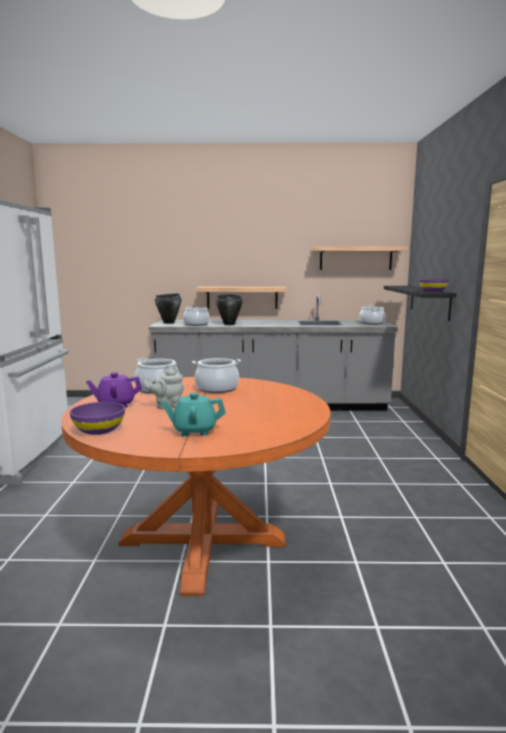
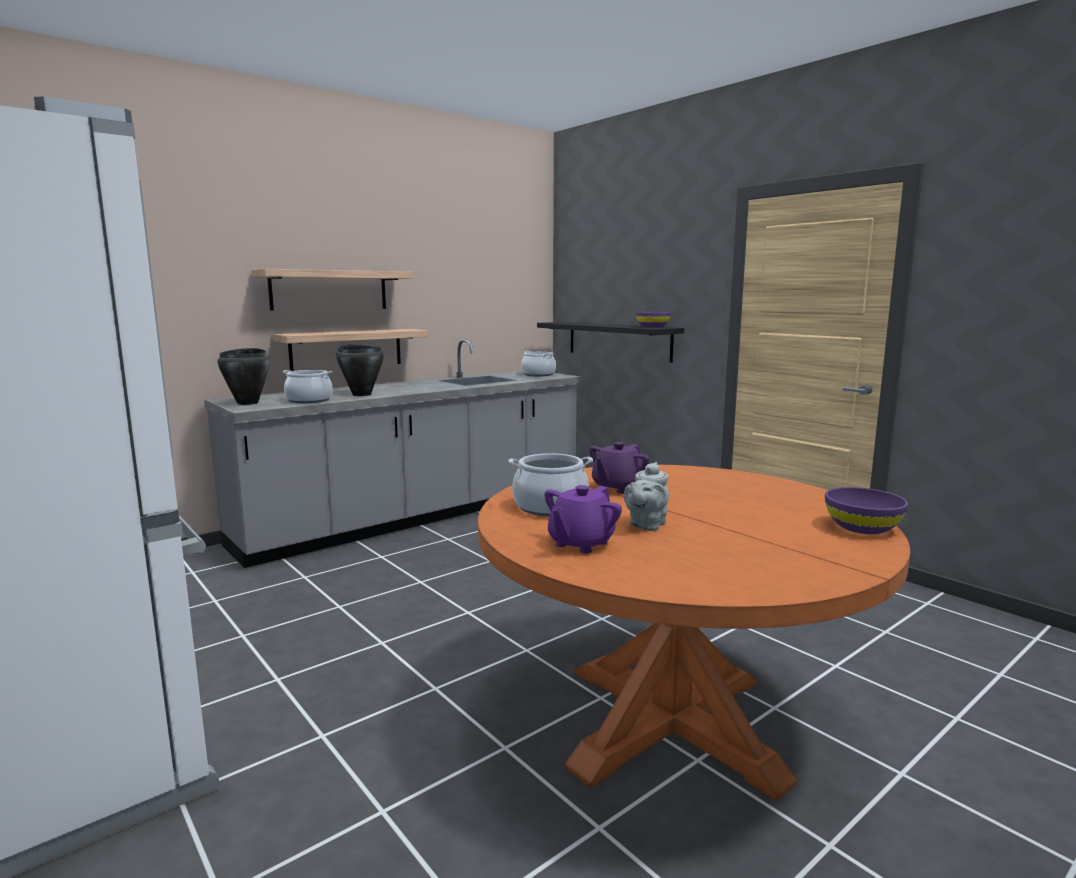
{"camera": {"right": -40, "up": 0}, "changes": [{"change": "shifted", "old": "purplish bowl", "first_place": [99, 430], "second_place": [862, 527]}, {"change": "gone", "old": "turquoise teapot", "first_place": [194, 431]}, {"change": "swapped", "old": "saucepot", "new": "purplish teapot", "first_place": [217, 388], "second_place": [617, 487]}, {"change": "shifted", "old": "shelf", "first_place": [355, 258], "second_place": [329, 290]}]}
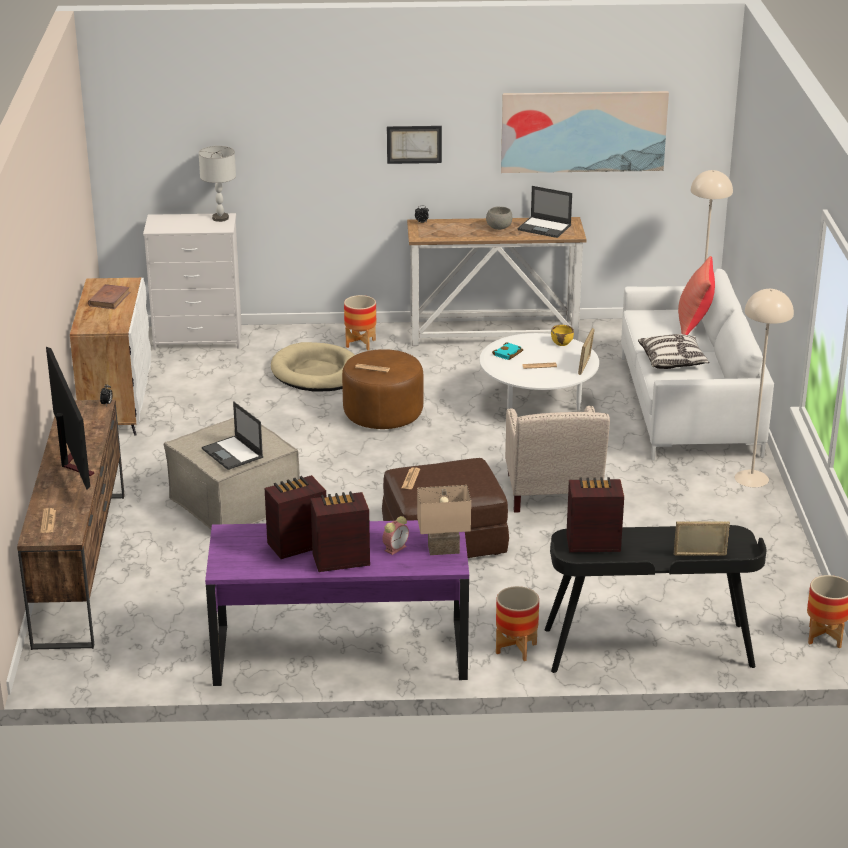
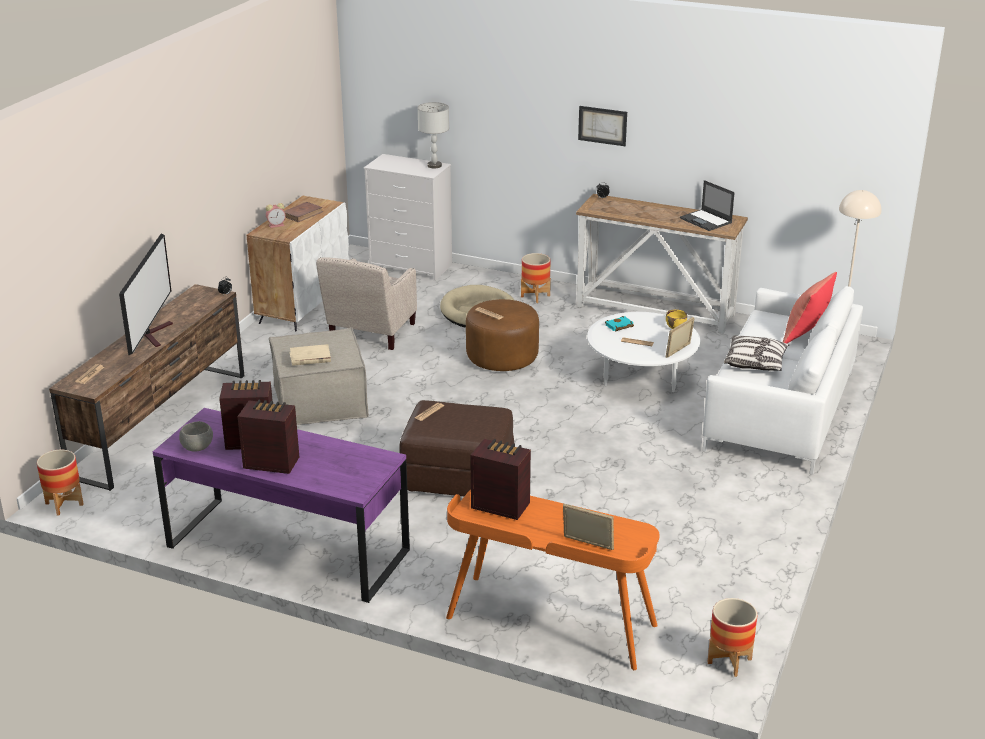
{"camera": {"right": 25, "up": 0}, "changes": [{"change": "swapped", "old": "portable computer", "new": "beige bound book", "first_place": [233, 453], "second_place": [310, 357]}, {"change": "shifted", "old": "bedside clock", "first_place": [396, 548], "second_place": [277, 225]}, {"change": "gone", "old": "beige table lamp", "first_place": [443, 550]}, {"change": "shifted", "old": "greyish bowl", "first_place": [498, 227], "second_place": [197, 447]}, {"change": "shifted", "old": "flower pot", "first_place": [516, 648], "second_place": [64, 504]}, {"change": "gone", "old": "wall picture", "first_place": [583, 131]}, {"change": "shifted", "old": "beige lounge chair", "first_place": [552, 495], "second_place": [369, 333]}, {"change": "repainted", "old": "black-coloured desk unit", "new": "orangey desk unit", "first_place": [648, 649], "second_place": [550, 622]}, {"change": "gone", "old": "beige standing lamp", "first_place": [752, 478]}]}
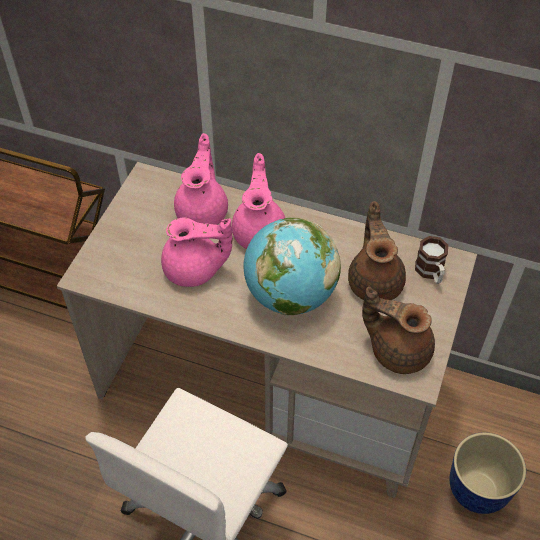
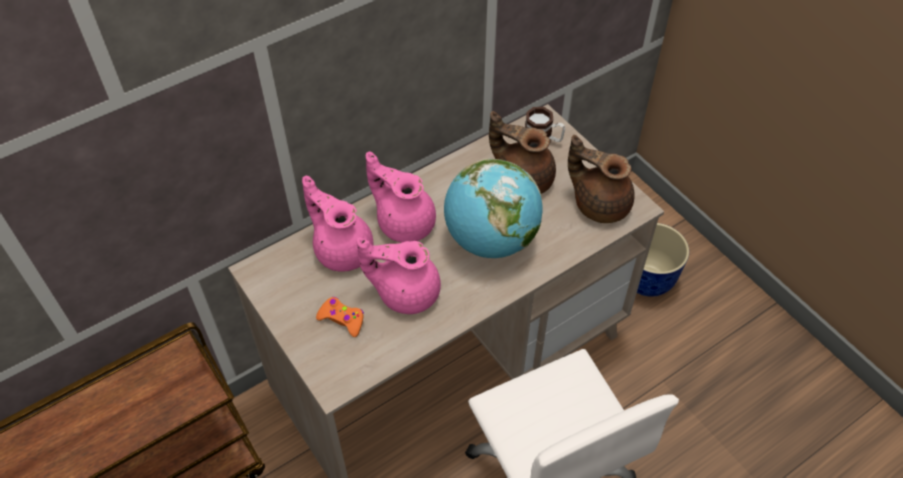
{"camera": {"right": -55, "up": 0}, "changes": [{"change": "rotated", "old": "pinkish teapot", "first_place": [195, 270], "second_place": [405, 292], "degrees": -120}, {"change": "rotated", "old": "brown teapot", "first_place": [397, 350], "second_place": [599, 203], "degrees": 60}, {"change": "new", "new": "orangey game controller", "second_place": [342, 319]}]}
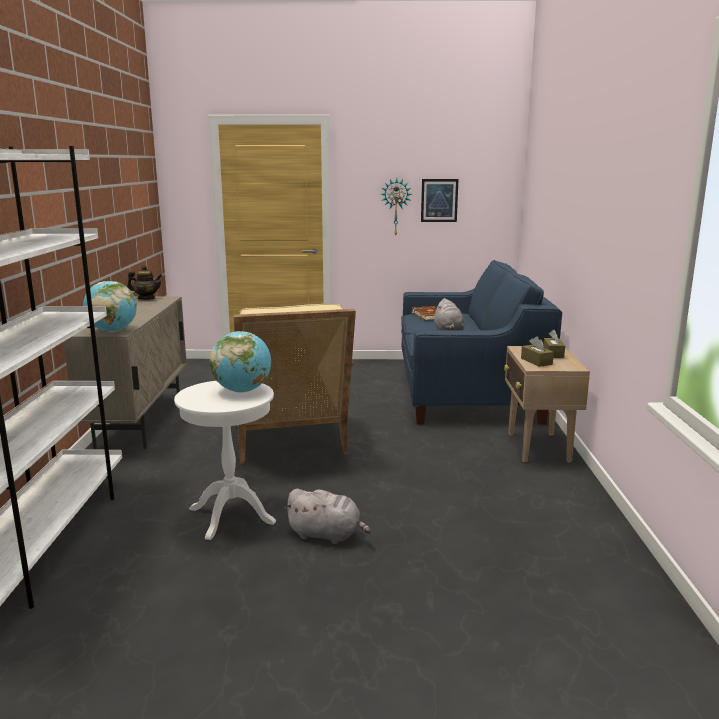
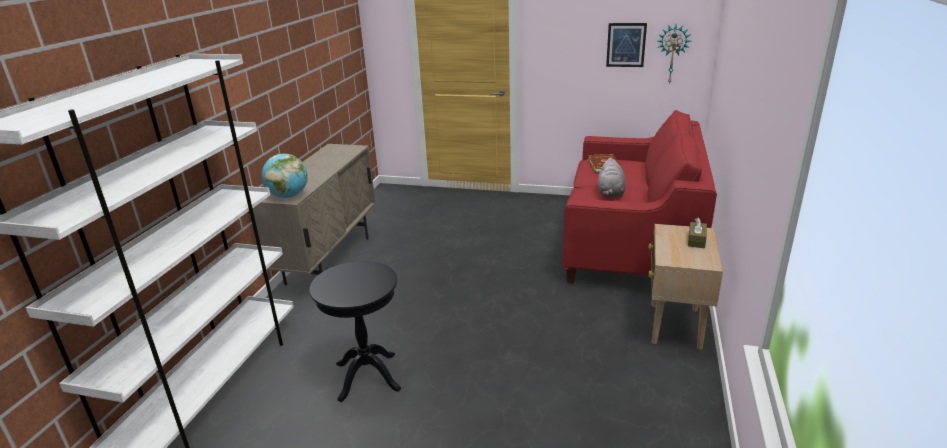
{"camera": {"right": 15, "up": 10}, "changes": [{"change": "gone", "old": "teapot", "first_place": [146, 299]}, {"change": "repainted", "old": "white end table", "new": "black-coloured end table", "first_place": [231, 515], "second_place": [367, 376]}, {"change": "gone", "old": "globe", "first_place": [242, 391]}, {"change": "gone", "old": "beige lounge chair", "first_place": [289, 441]}, {"change": "gone", "old": "greyish cuddly toy", "first_place": [327, 535]}, {"change": "shifted", "old": "clock on the wall", "first_place": [396, 207], "second_place": [672, 54]}, {"change": "repainted", "old": "bluish settee", "new": "red settee", "first_place": [466, 391], "second_place": [631, 243]}, {"change": "gone", "old": "brown tissue holder", "first_place": [536, 361]}]}
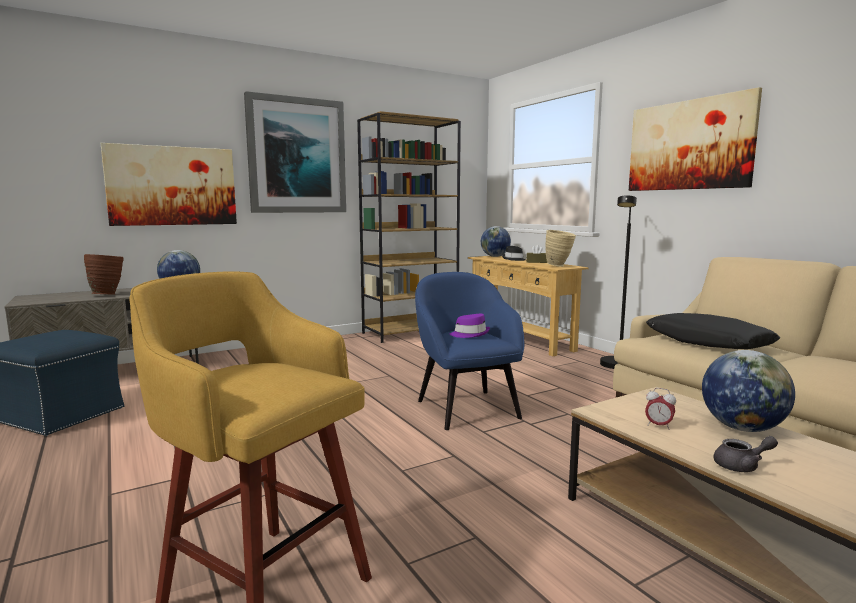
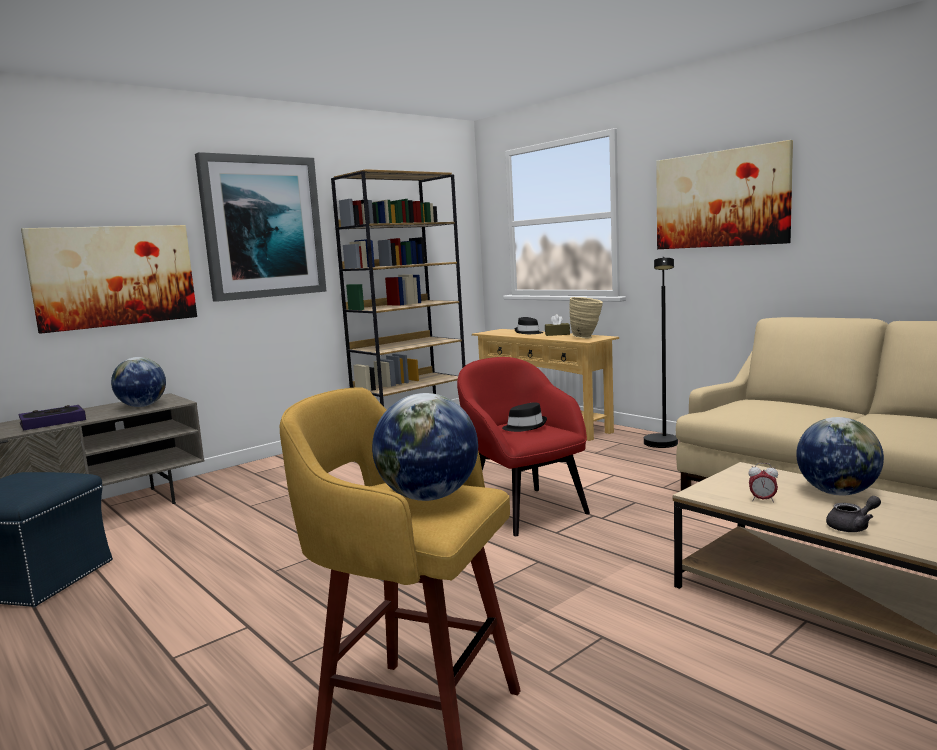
{"camera": {"right": -10, "up": 0}, "changes": [{"change": "swapped", "old": "brown flower vase", "new": "bound book", "first_place": [107, 294], "second_place": [53, 422]}, {"change": "repainted", "old": "bluish lounge chair", "new": "red lounge chair", "first_place": [466, 408], "second_place": [525, 509]}, {"change": "repainted", "old": "purplish hat", "new": "black-coloured hat", "first_place": [470, 334], "second_place": [525, 426]}, {"change": "shifted", "old": "globe", "first_place": [495, 256], "second_place": [428, 497]}, {"change": "gone", "old": "black-coloured pillow", "first_place": [708, 343]}]}
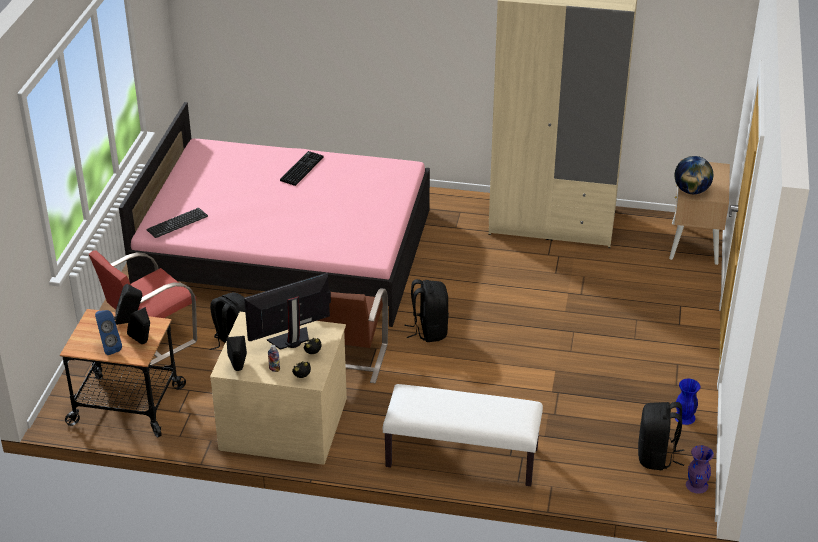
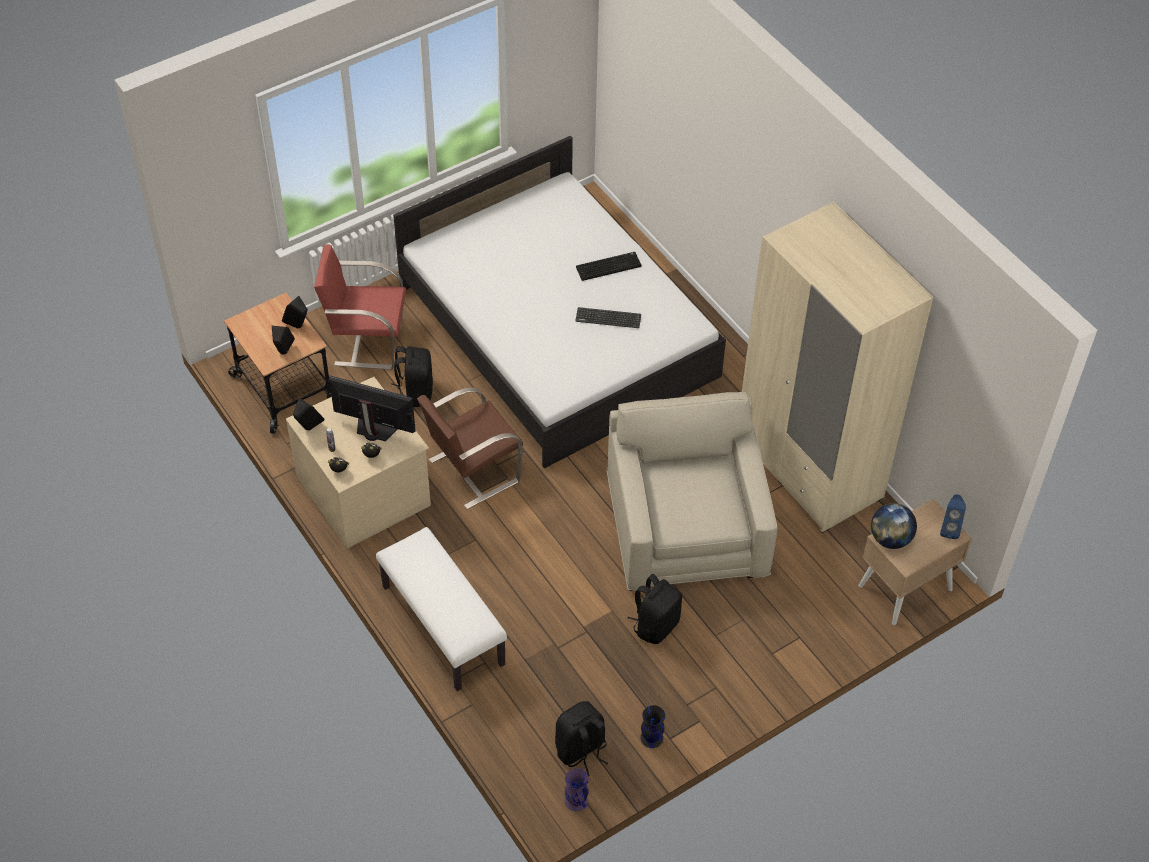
{"camera": {"right": 45, "up": 15}, "changes": [{"change": "shifted", "old": "bluish speaker", "first_place": [108, 348], "second_place": [949, 528]}, {"change": "repainted", "old": "pinkish bed", "new": "white bed", "first_place": [285, 251], "second_place": [557, 332]}, {"change": "shifted", "old": "keyboard", "first_place": [177, 223], "second_place": [608, 318]}, {"change": "shifted", "old": "black-coloured backpack", "first_place": [429, 330], "second_place": [655, 625]}, {"change": "repainted", "old": "bluish flower vase", "new": "black-coloured flower vase", "first_place": [684, 417], "second_place": [651, 738]}, {"change": "new", "new": "beige lounge chair", "second_place": [686, 525]}]}
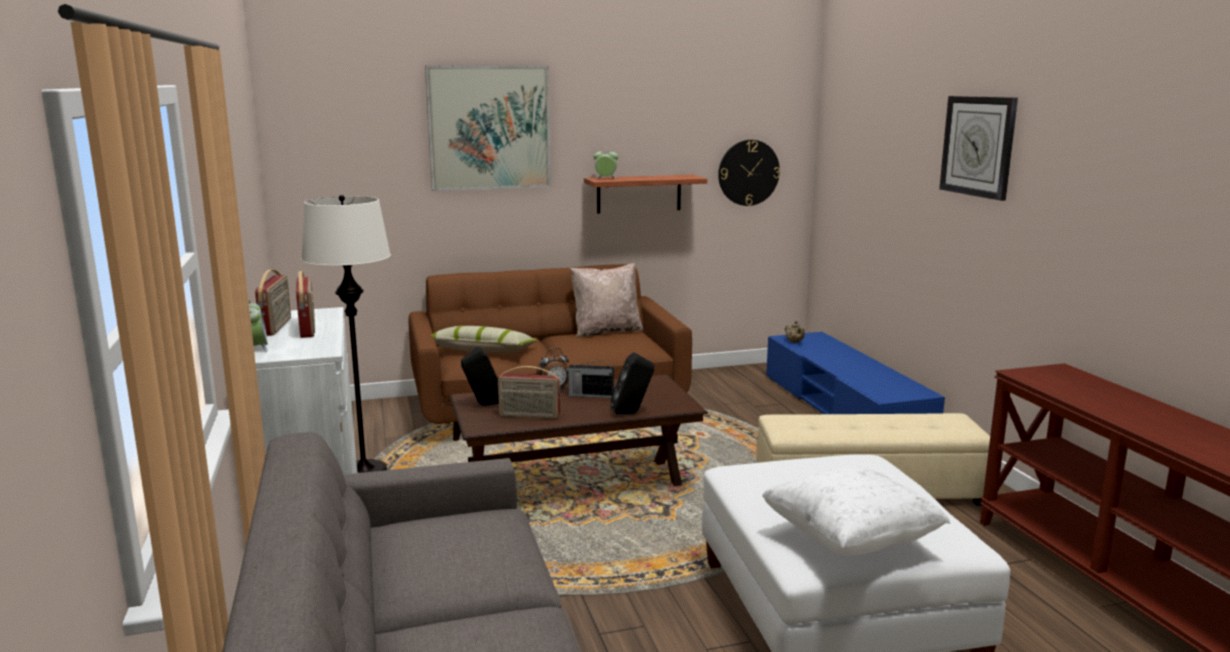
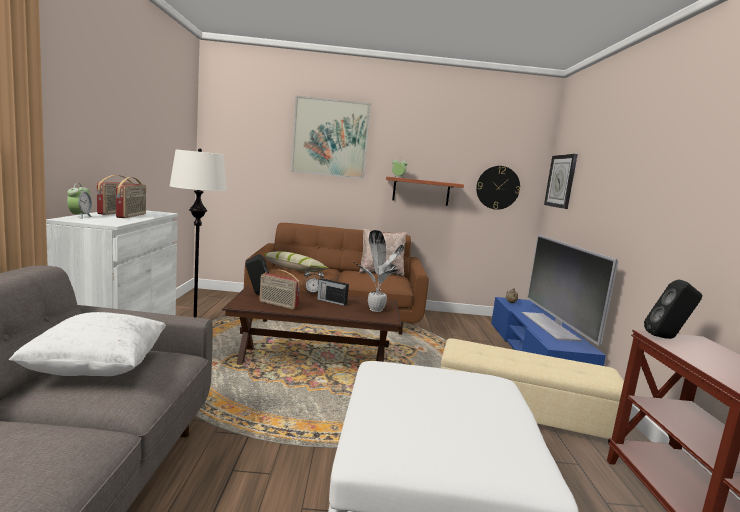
{"camera": {"right": 15, "up": -5}, "changes": [{"change": "shifted", "old": "black-coloured speaker", "first_place": [632, 413], "second_place": [667, 338]}, {"change": "shifted", "old": "white pillow", "first_place": [849, 541], "second_place": [97, 370]}, {"change": "shifted", "old": "clock on the wall", "first_place": [978, 146], "second_place": [561, 181]}, {"change": "new", "new": "plant in a pot", "second_place": [375, 310]}, {"change": "new", "new": "television", "second_place": [550, 326]}]}
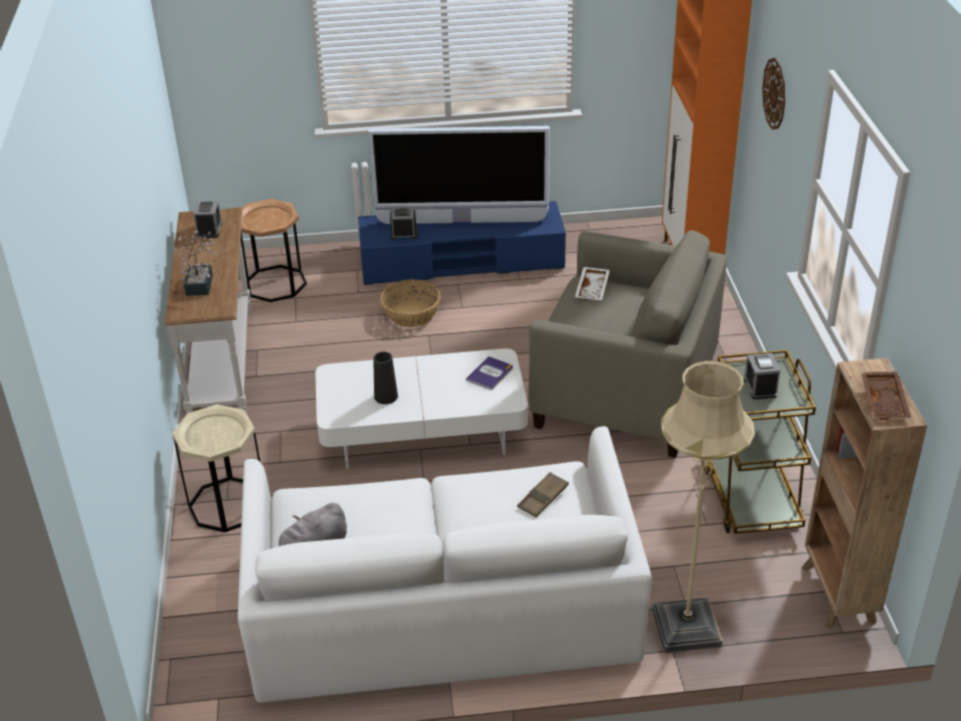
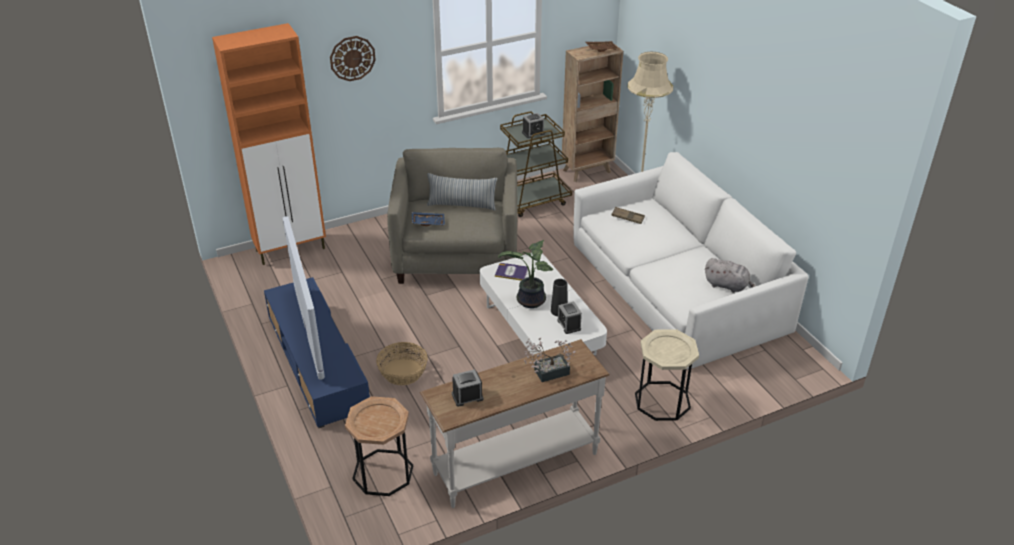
{"camera": {"right": -110, "up": 0}, "changes": [{"change": "shifted", "old": "bedside clock", "first_place": [404, 233], "second_place": [569, 325]}, {"change": "repainted", "old": "white serving tray", "new": "bluish serving tray", "first_place": [593, 289], "second_place": [428, 222]}, {"change": "new", "new": "pillow", "second_place": [462, 205]}, {"change": "new", "new": "plant in a pot", "second_place": [530, 301]}]}
